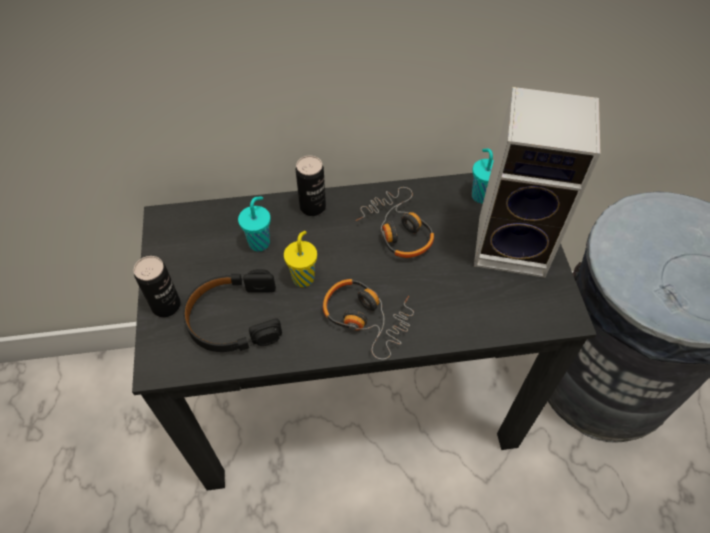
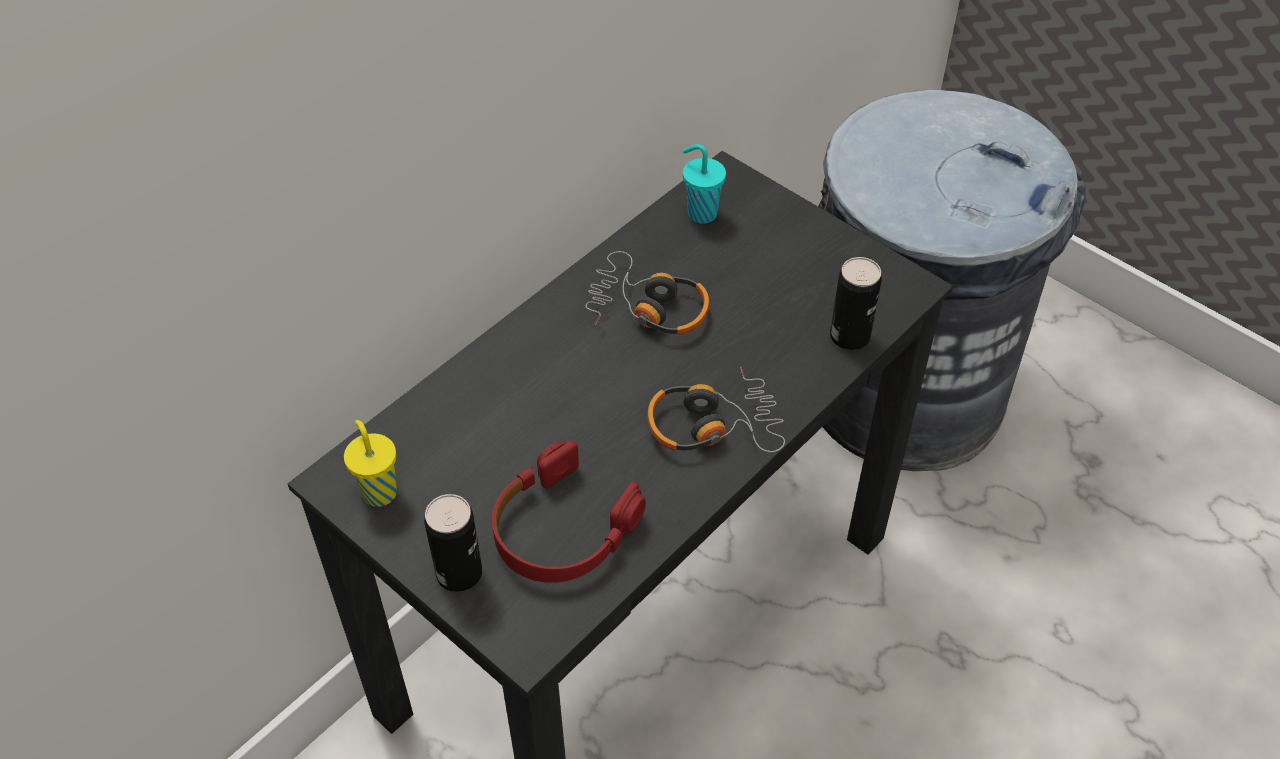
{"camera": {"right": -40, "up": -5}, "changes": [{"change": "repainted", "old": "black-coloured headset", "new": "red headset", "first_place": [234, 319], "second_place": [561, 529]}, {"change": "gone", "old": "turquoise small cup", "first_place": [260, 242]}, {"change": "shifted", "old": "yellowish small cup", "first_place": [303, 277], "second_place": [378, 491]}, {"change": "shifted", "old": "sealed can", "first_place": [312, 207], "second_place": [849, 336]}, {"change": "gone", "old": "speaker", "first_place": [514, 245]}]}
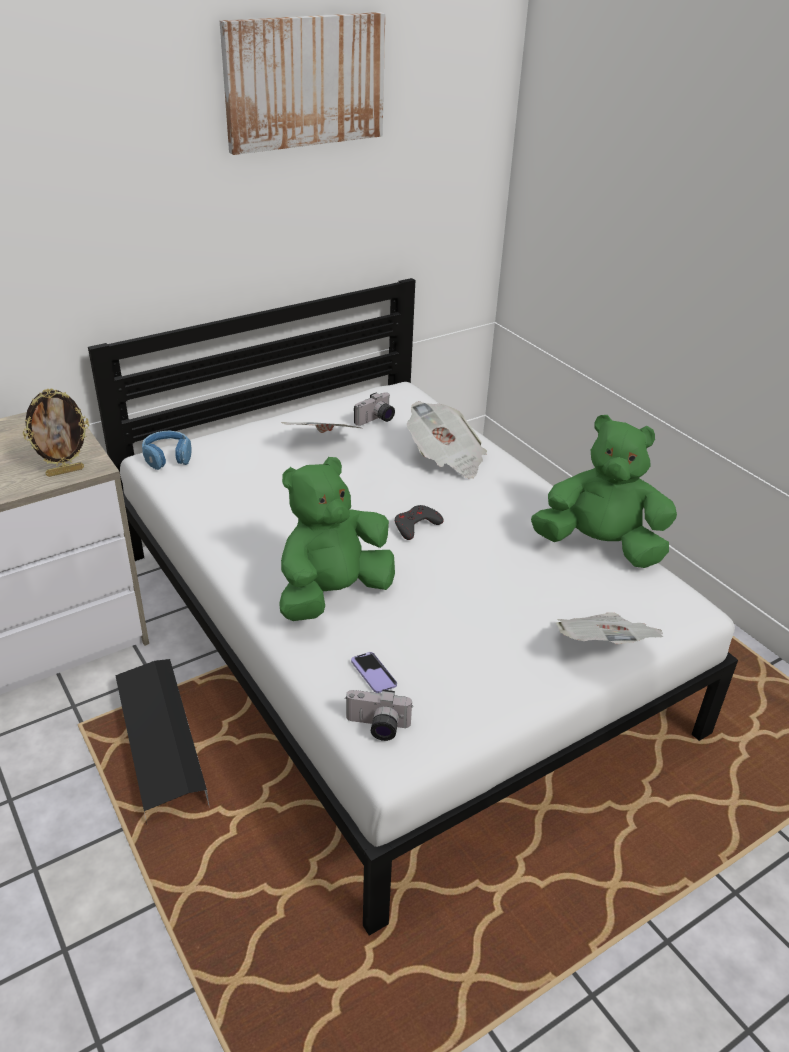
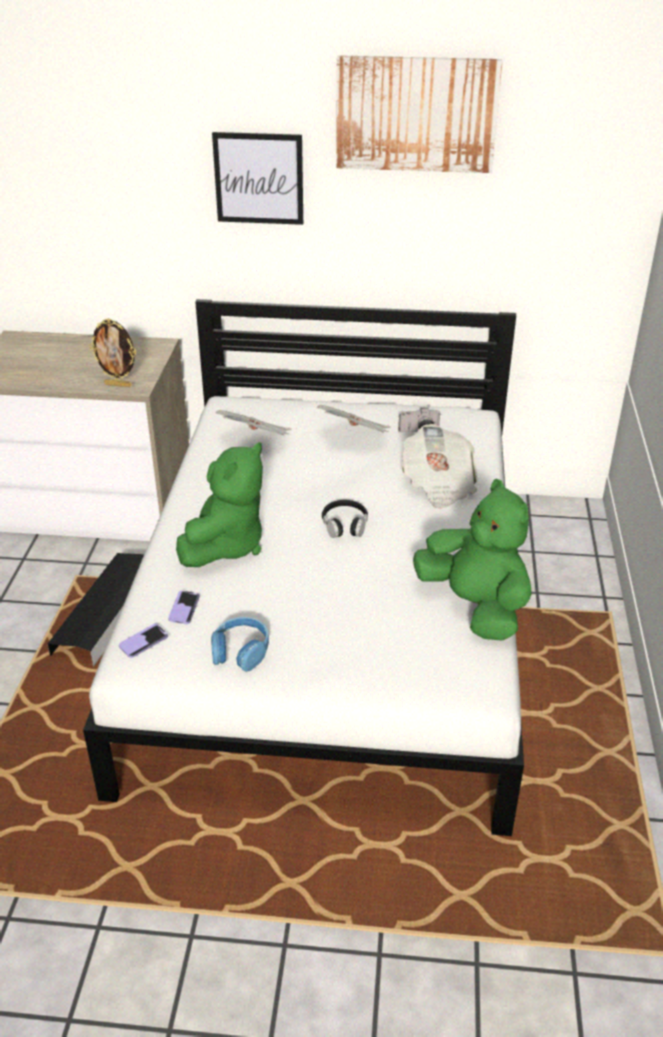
{"camera": {"right": 40, "up": 0}, "changes": [{"change": "shifted", "old": "bluish headset", "first_place": [167, 457], "second_place": [241, 651]}, {"change": "rotated", "old": "greenish cuddly toy", "first_place": [333, 594], "second_place": [226, 545], "degrees": 120}, {"change": "swapped", "old": "photo camera", "new": "phone", "first_place": [377, 727], "second_place": [143, 642]}, {"change": "swapped", "old": "greyish game controller", "new": "black-coloured headset", "first_place": [416, 526], "second_place": [345, 524]}, {"change": "shifted", "old": "newspaper", "first_place": [603, 648], "second_place": [257, 440]}, {"change": "new", "new": "wall picture", "second_place": [259, 178]}]}
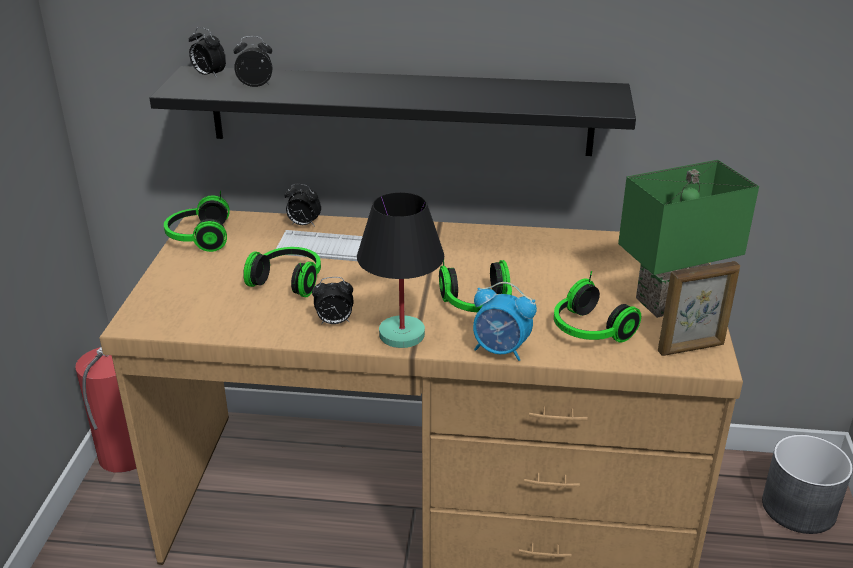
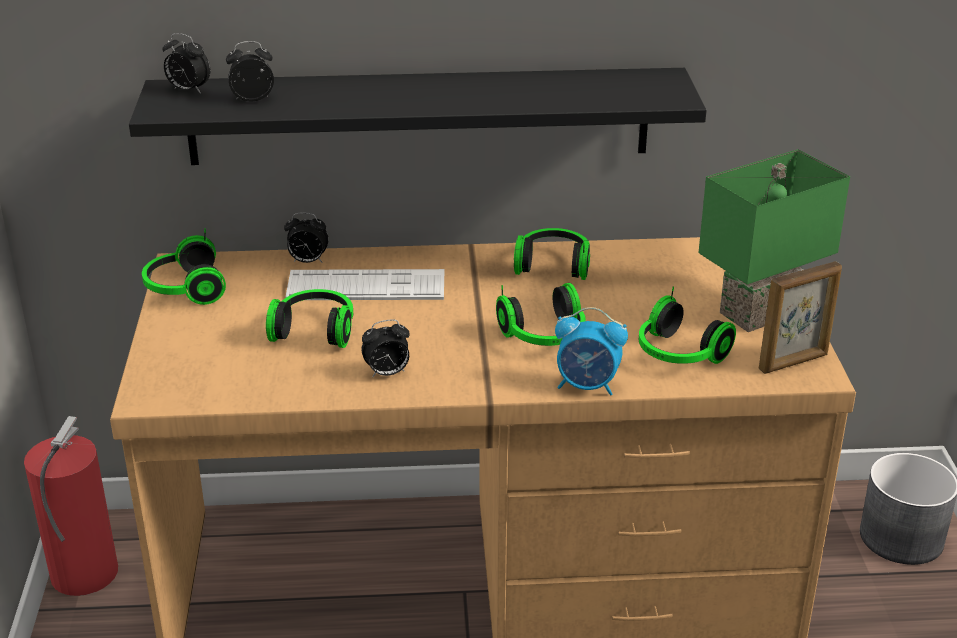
{"camera": {"right": -10, "up": 0}, "changes": [{"change": "gone", "old": "black-coloured table lamp", "first_place": [401, 335]}, {"change": "new", "new": "headset", "second_place": [553, 265]}]}
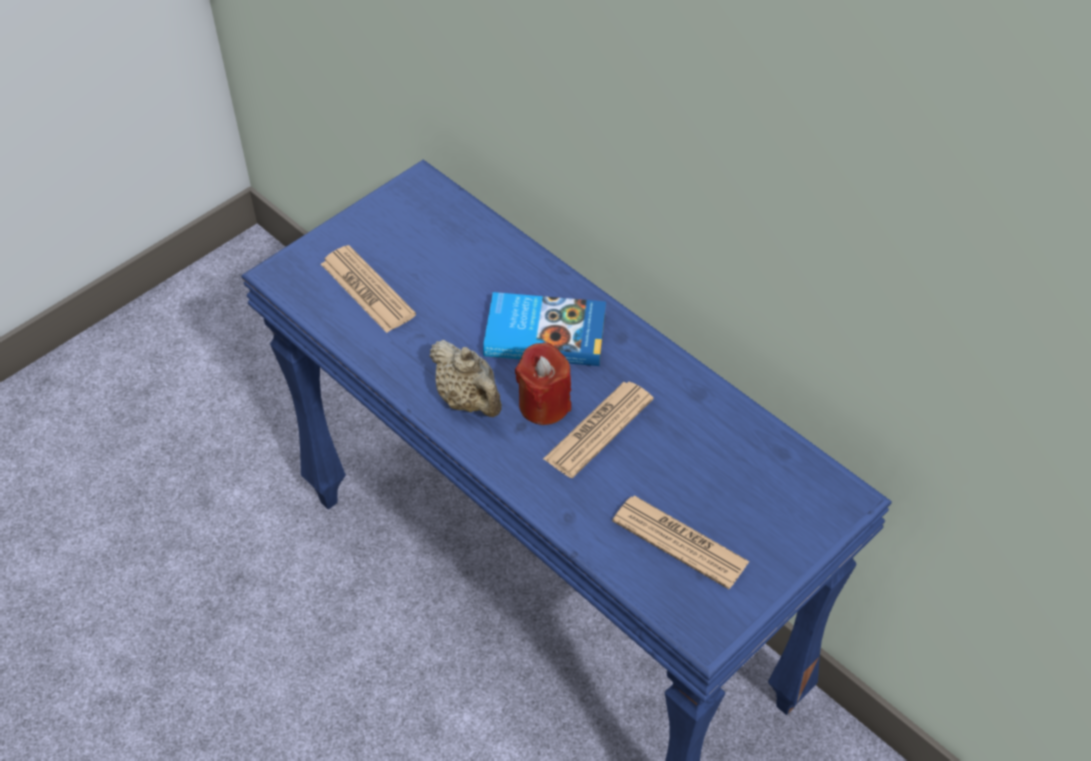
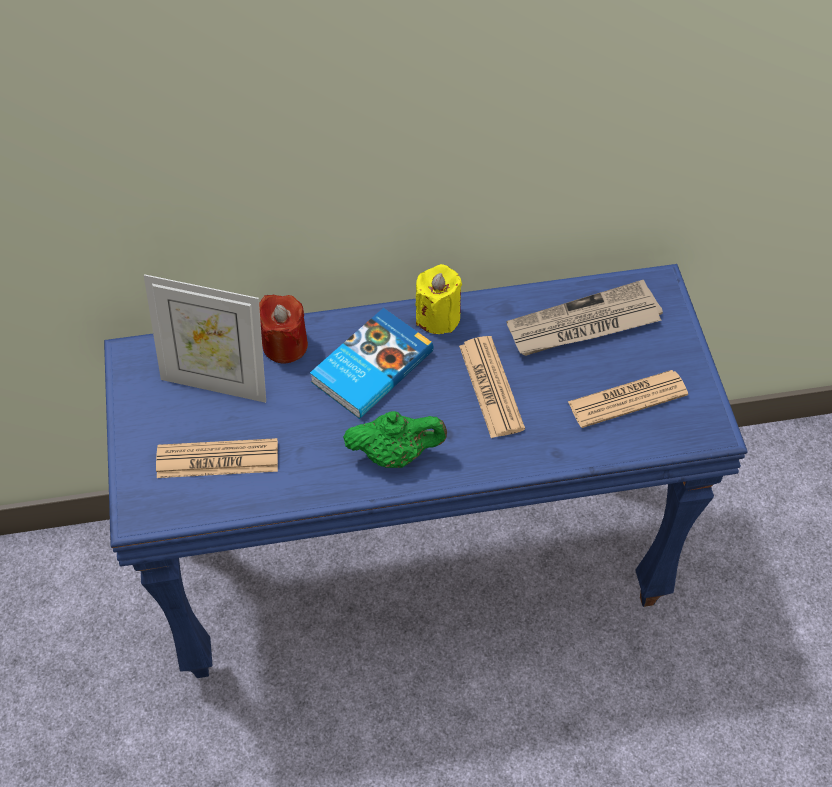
{"camera": {"right": -55, "up": 5}, "changes": [{"change": "repainted", "old": "beige teapot", "new": "greenish teapot", "first_place": [469, 400], "second_place": [395, 453]}, {"change": "shifted", "old": "red wax light", "first_place": [544, 405], "second_place": [285, 345]}, {"change": "new", "new": "picture frame", "second_place": [217, 381]}, {"change": "new", "new": "yellowish wax light", "second_place": [438, 317]}, {"change": "new", "new": "newspaper", "second_place": [583, 324]}]}
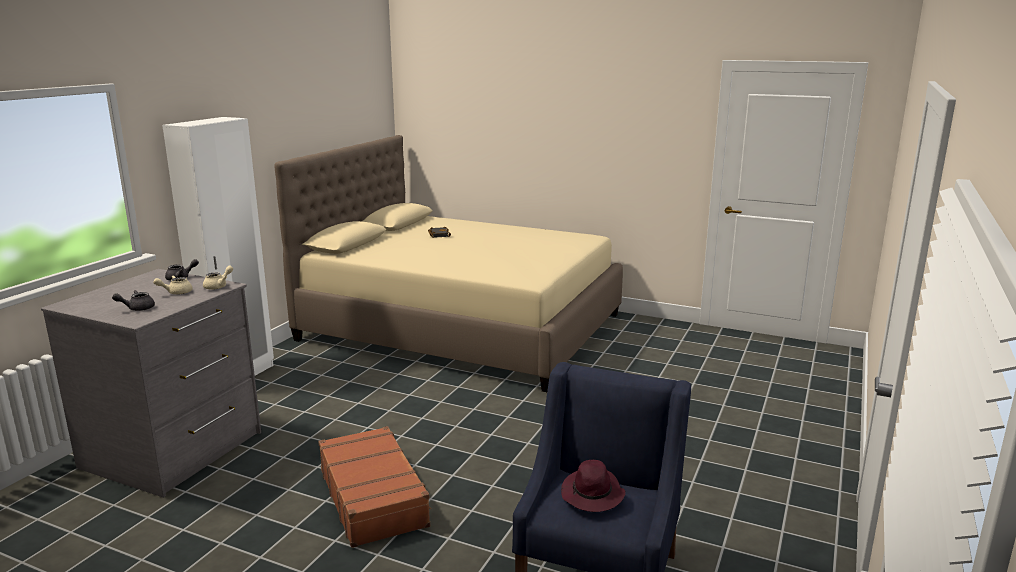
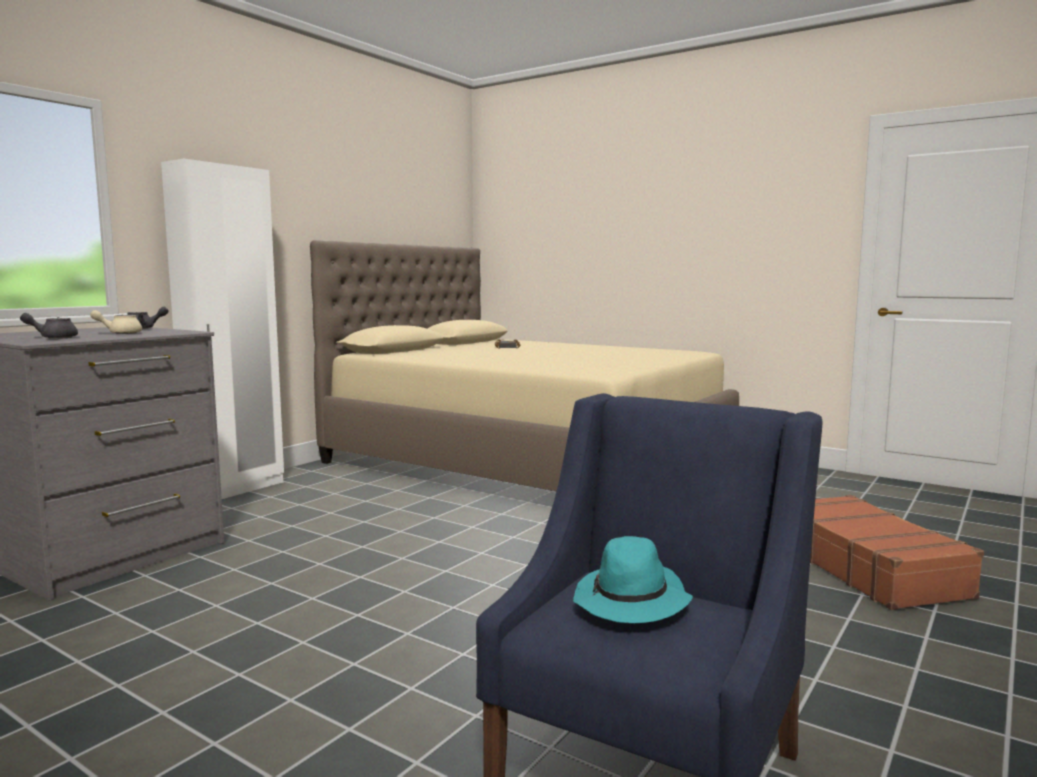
{"camera": {"right": 10, "up": -10}, "changes": [{"change": "gone", "old": "beige teapot", "first_place": [218, 286]}, {"change": "shifted", "old": "brown piece of luggage", "first_place": [373, 497], "second_place": [868, 568]}, {"change": "repainted", "old": "purplish hat", "new": "turquoise hat", "first_place": [592, 495], "second_place": [631, 602]}]}
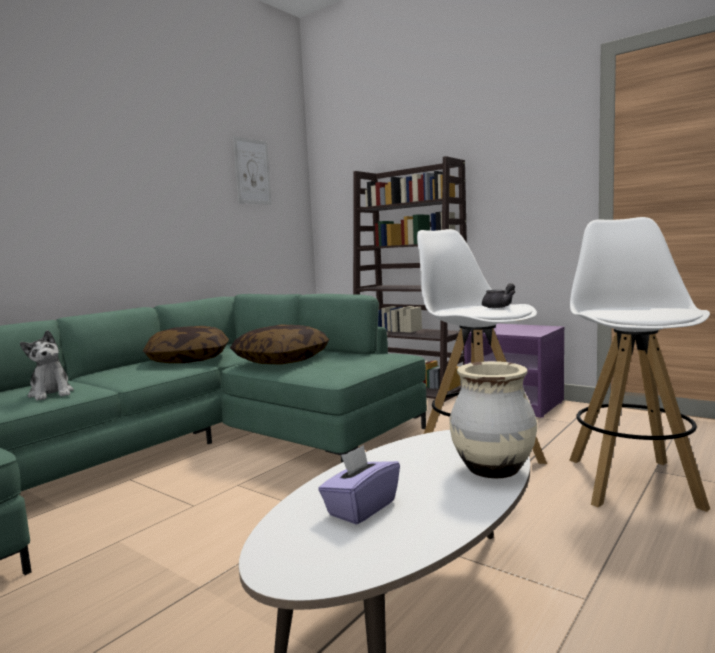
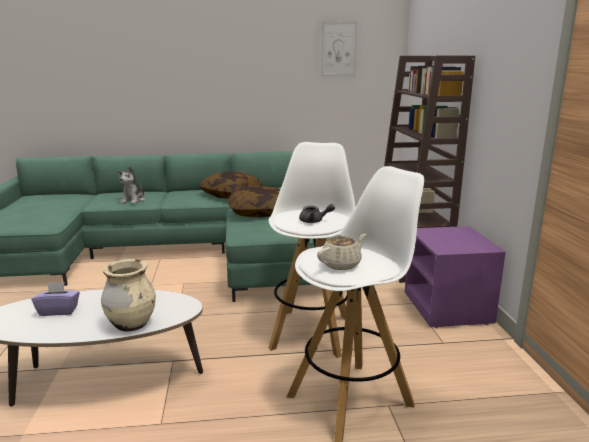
{"camera": {"right": 45, "up": 10}, "changes": [{"change": "new", "new": "beige teapot", "second_place": [341, 264]}]}
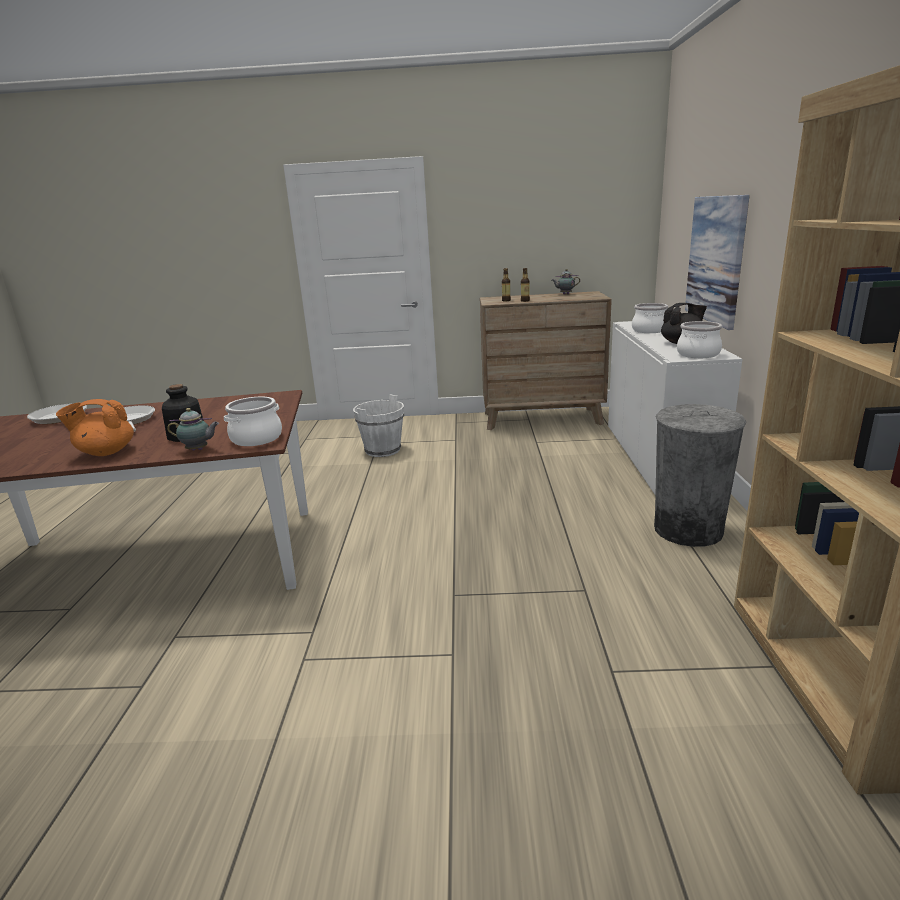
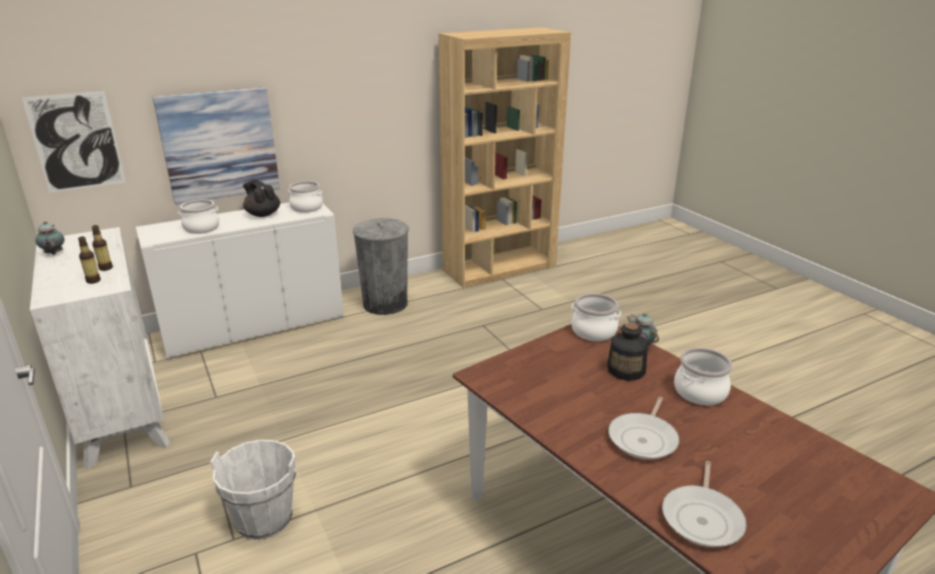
{"camera": {"right": -120, "up": 5}, "changes": [{"change": "swapped", "old": "orangey teapot", "new": "saucepot", "first_place": [105, 452], "second_place": [700, 392]}, {"change": "repainted", "old": "brown chest of drawers", "new": "white chest of drawers", "first_place": [542, 418], "second_place": [122, 411]}, {"change": "new", "new": "wall picture", "second_place": [76, 142]}]}
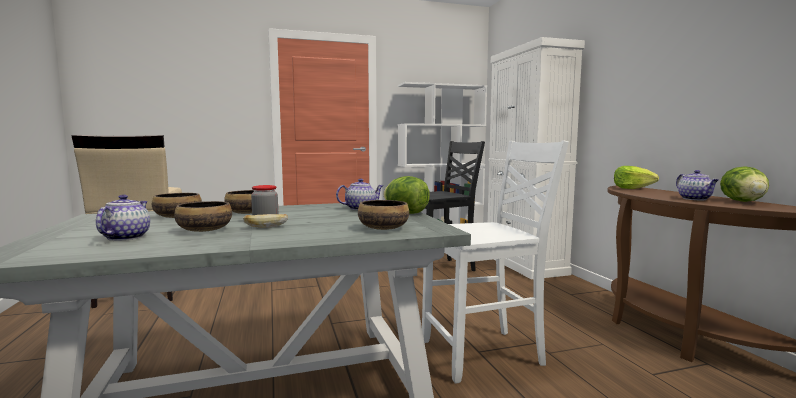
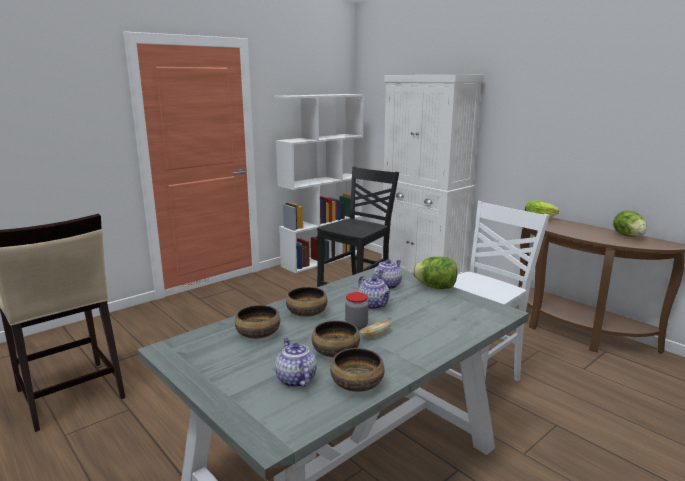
{"camera": {"right": -25, "up": 10}, "changes": [{"change": "shifted", "old": "bowl", "first_place": [383, 228], "second_place": [356, 384]}, {"change": "shifted", "old": "teapot", "first_place": [695, 199], "second_place": [374, 305]}]}
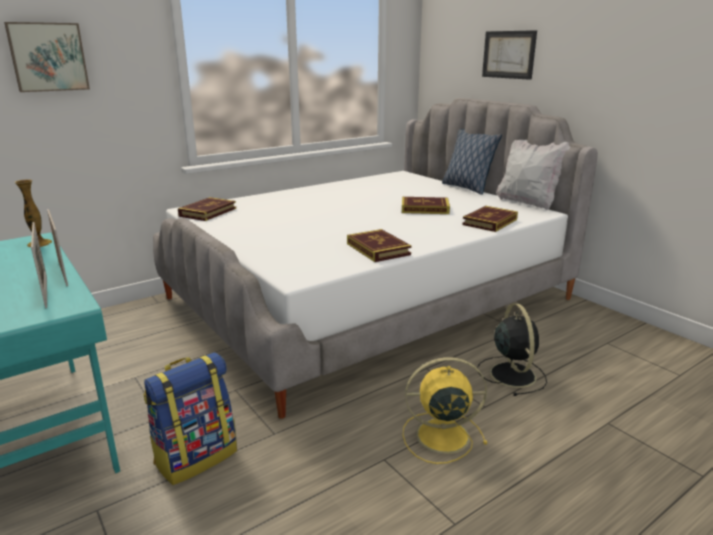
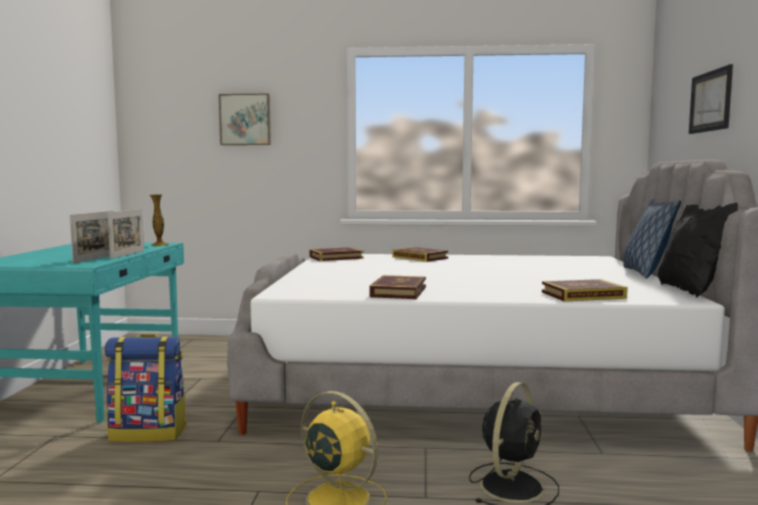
{"camera": {"right": 40, "up": -15}, "changes": [{"change": "shifted", "old": "bound book", "first_place": [425, 209], "second_place": [420, 257]}, {"change": "repainted", "old": "white pillow", "new": "black-coloured pillow", "first_place": [527, 202], "second_place": [692, 291]}]}
